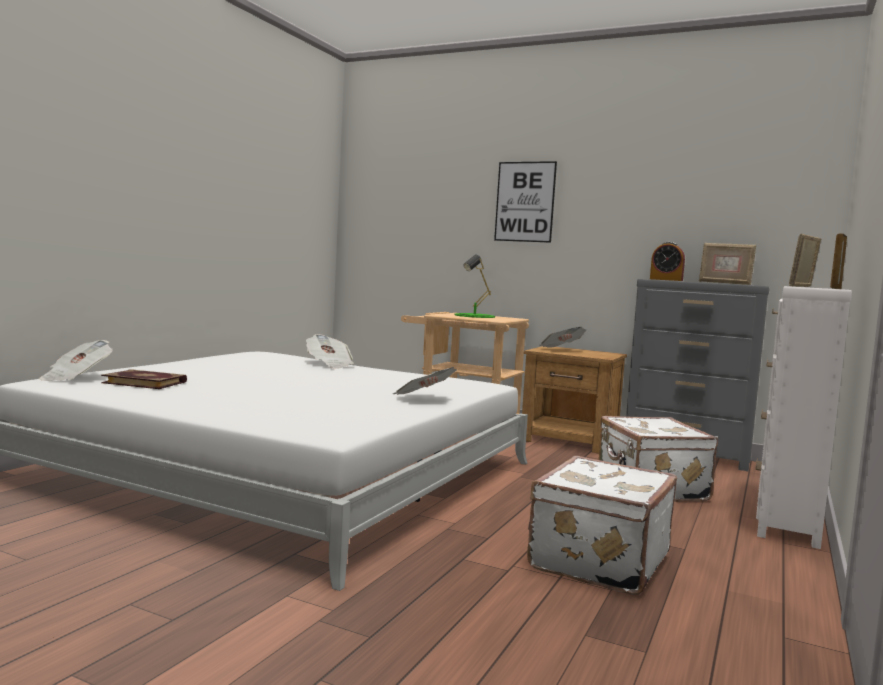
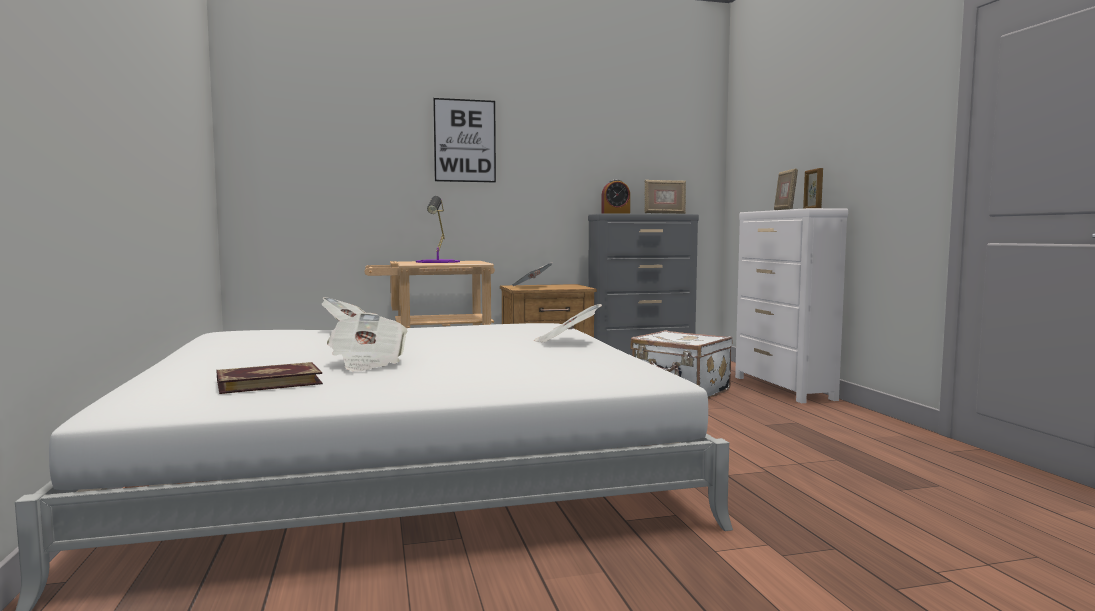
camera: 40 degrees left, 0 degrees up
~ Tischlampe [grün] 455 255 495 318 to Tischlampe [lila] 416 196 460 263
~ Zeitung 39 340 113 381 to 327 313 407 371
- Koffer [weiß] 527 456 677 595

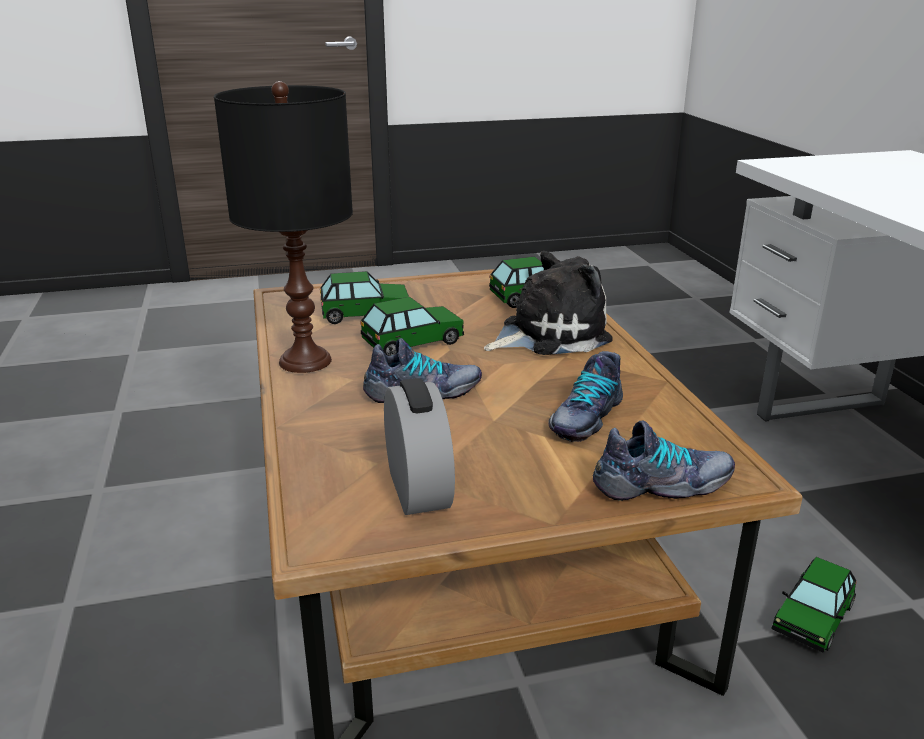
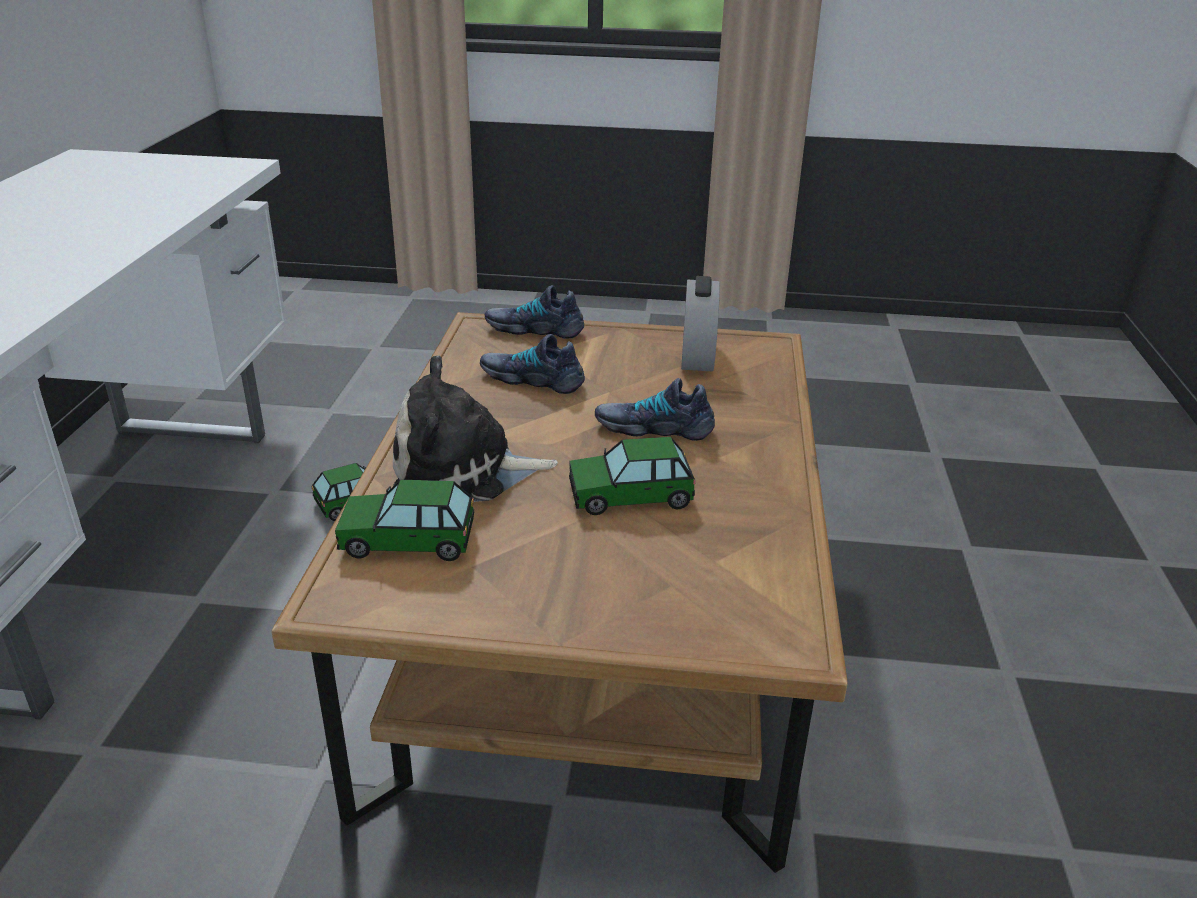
camera: 160 degrees left, 5 degrees up
- Tischlampe [schwarz] 214 81 353 373
- Spielzeugauto 320 271 409 324
~ Schuh 548 351 623 442 = 480 334 585 394 120 degrees counterclockwise

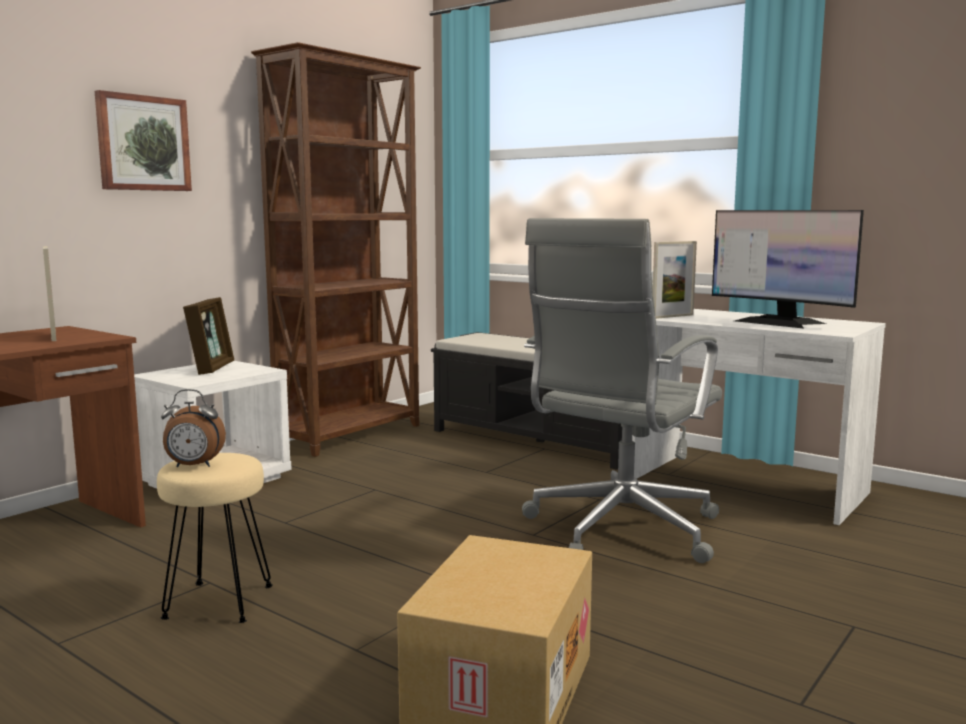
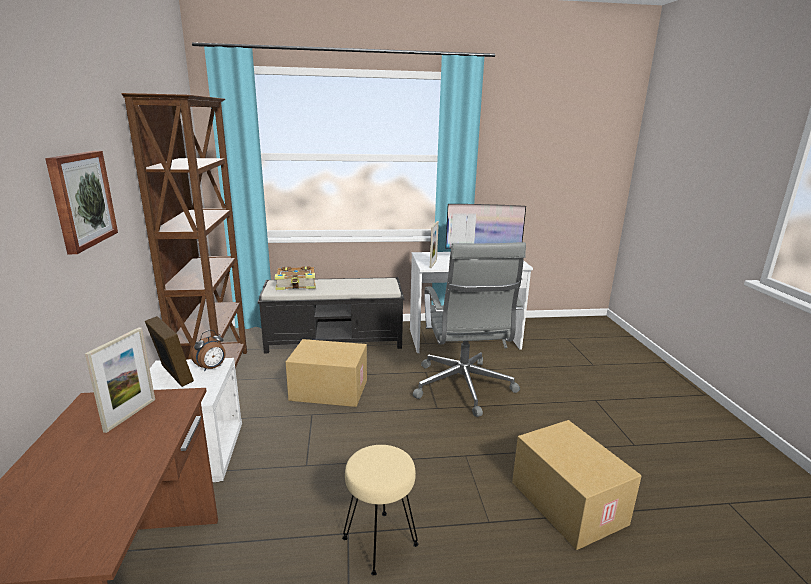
camera: 45 degrees left, 10 degrees up
~ Bilderrahmen 43 246 56 341 = 85 327 155 433 90 degrees counterclockwise
~ Wecker 161 389 226 467 to 191 330 226 372
+ Buch 275 266 316 290
+ Karton 286 339 367 407

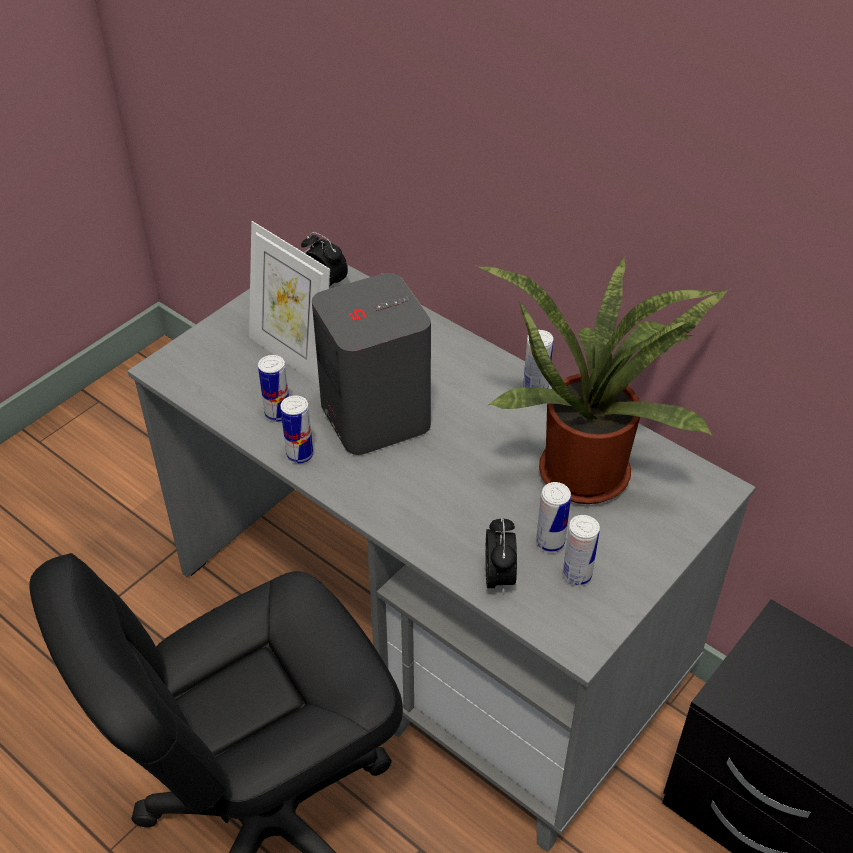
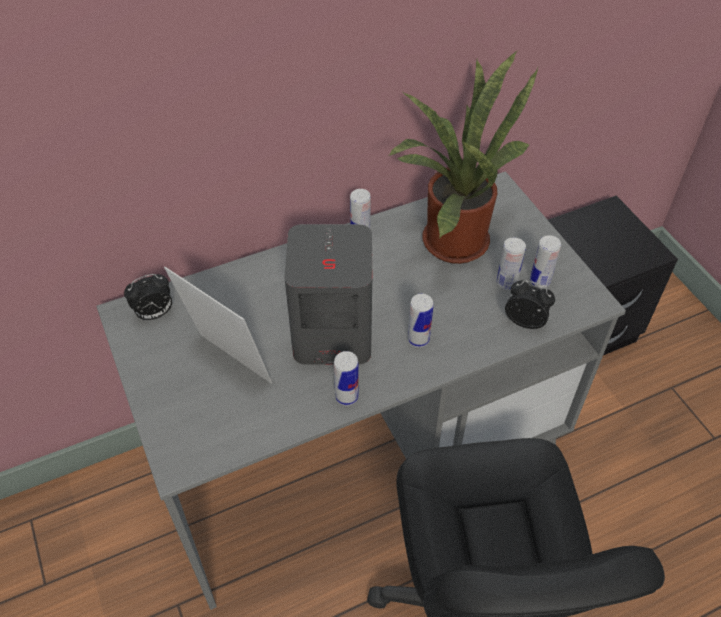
camera: 65 degrees left, 5 degrees up
~ Bilderrahmen 249 221 330 385 = 164 267 272 384 120 degrees counterclockwise
~ Dose 258 355 289 422 to 408 294 434 347

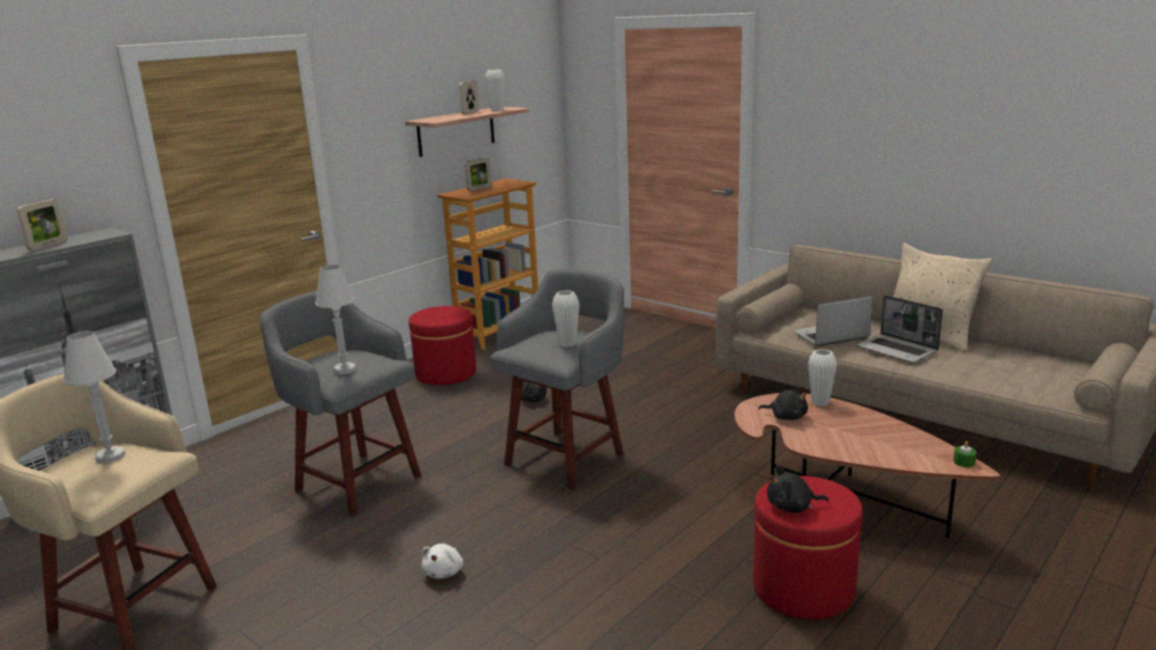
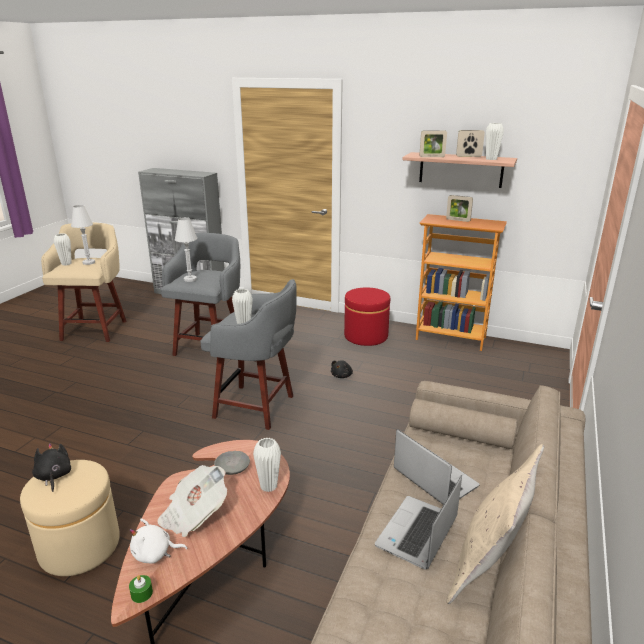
camera: 70 degrees right, 5 degrees up
~ Bilderrahmen 17 199 68 250 to 420 130 447 157
~ Plüschtier [schwarz] 759 387 808 420 to Schüssel [grau] 214 451 250 475
~ Polsterhocker [rot] 753 476 863 620 to Polsterhocker [beige] 20 460 120 576
~ Plüschtier [weiß] 421 543 463 579 to 130 518 188 564
+ Vase [weiß] 54 233 72 266
+ Zeitung 157 465 227 537

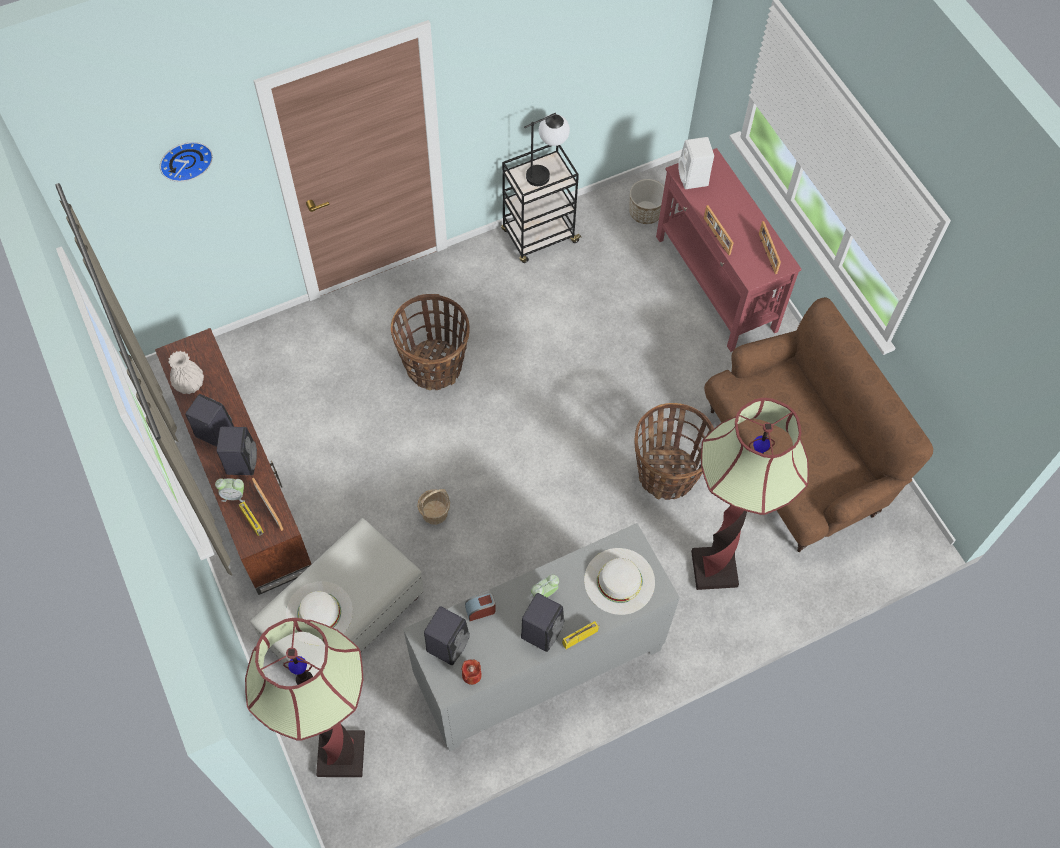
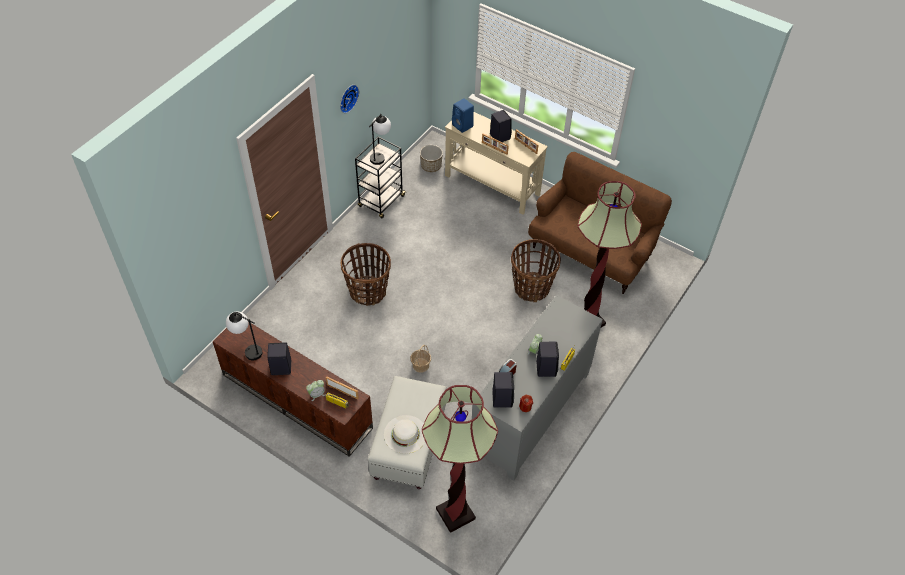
camera: 30 degrees left, 10 degrees down
~ Lautsprecher [weiß] 678 137 714 189 to Lautsprecher [blau] 452 98 474 133
~ Wanduhr 160 142 213 182 to 340 85 359 113
~ Konsolentisch [rot] 656 148 802 352 to Konsolentisch [beige] 445 112 548 215
~ Vase [weiß] 168 351 204 394 to Tischlampe 226 312 263 360
~ Lautsprecher [schwarz] 217 427 257 475 to 490 110 512 142
- Hut [weiß] 584 548 655 615

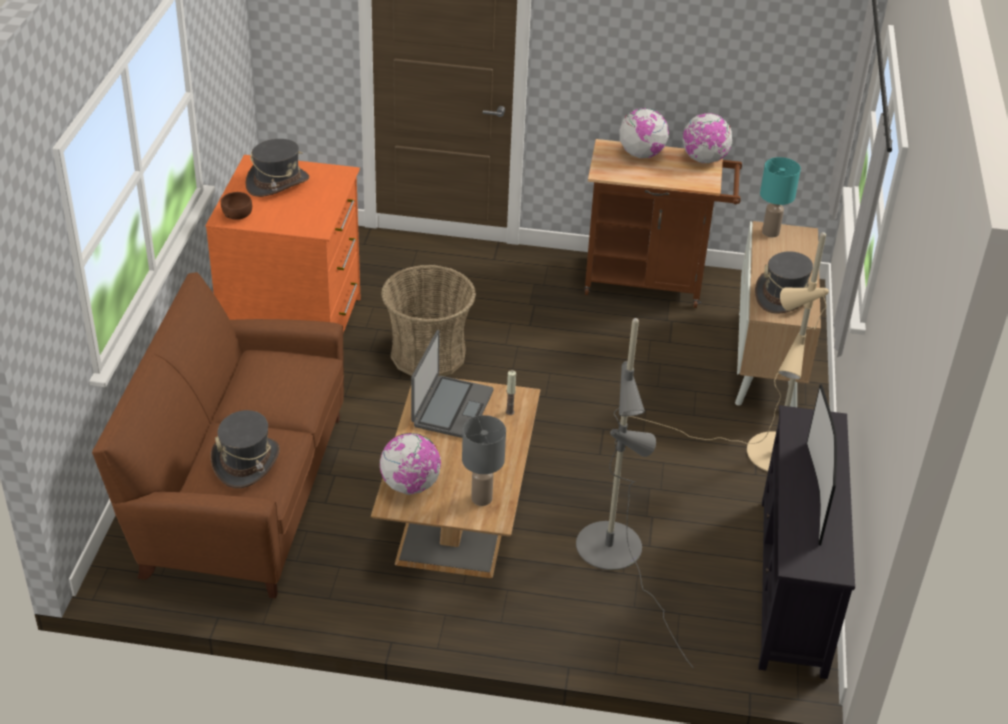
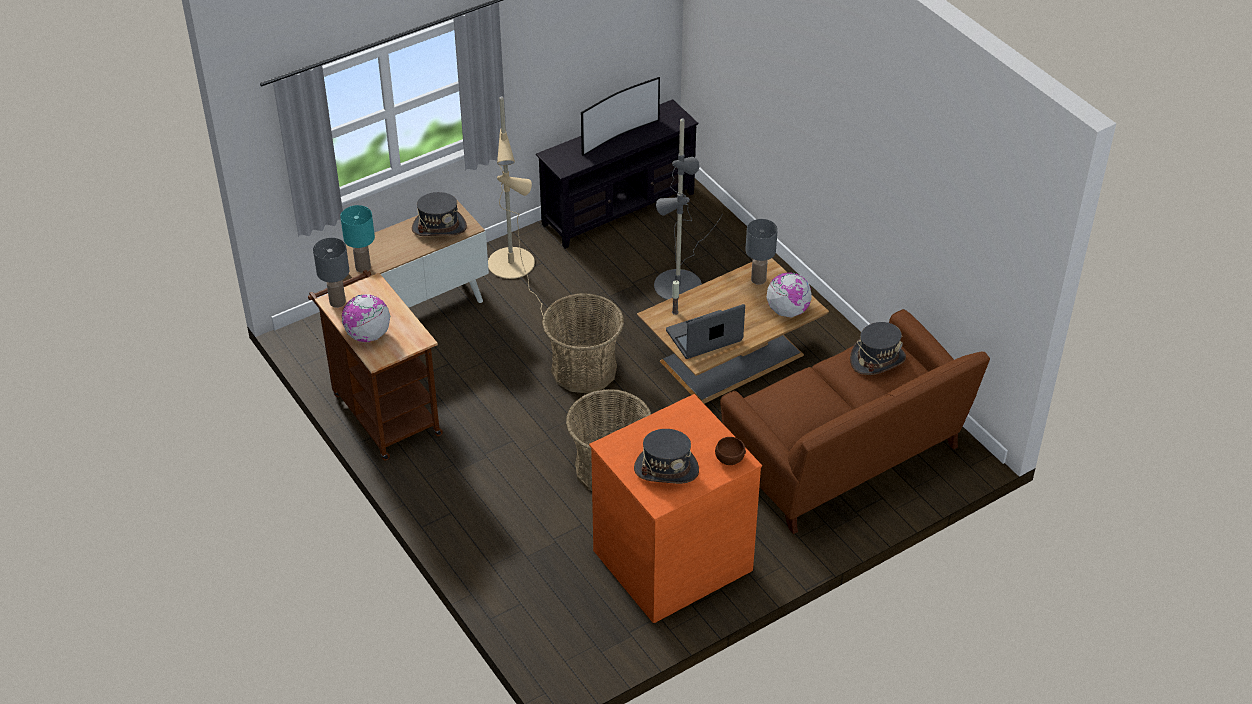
camera: 130 degrees left, 5 degrees up
~ Globus 682 113 732 163 to Tischlampe [grau] 313 238 349 308
+ Korb 542 293 624 393

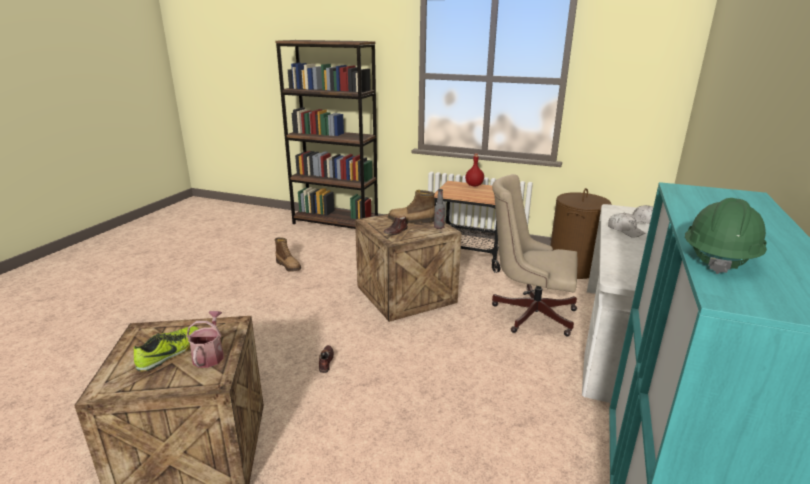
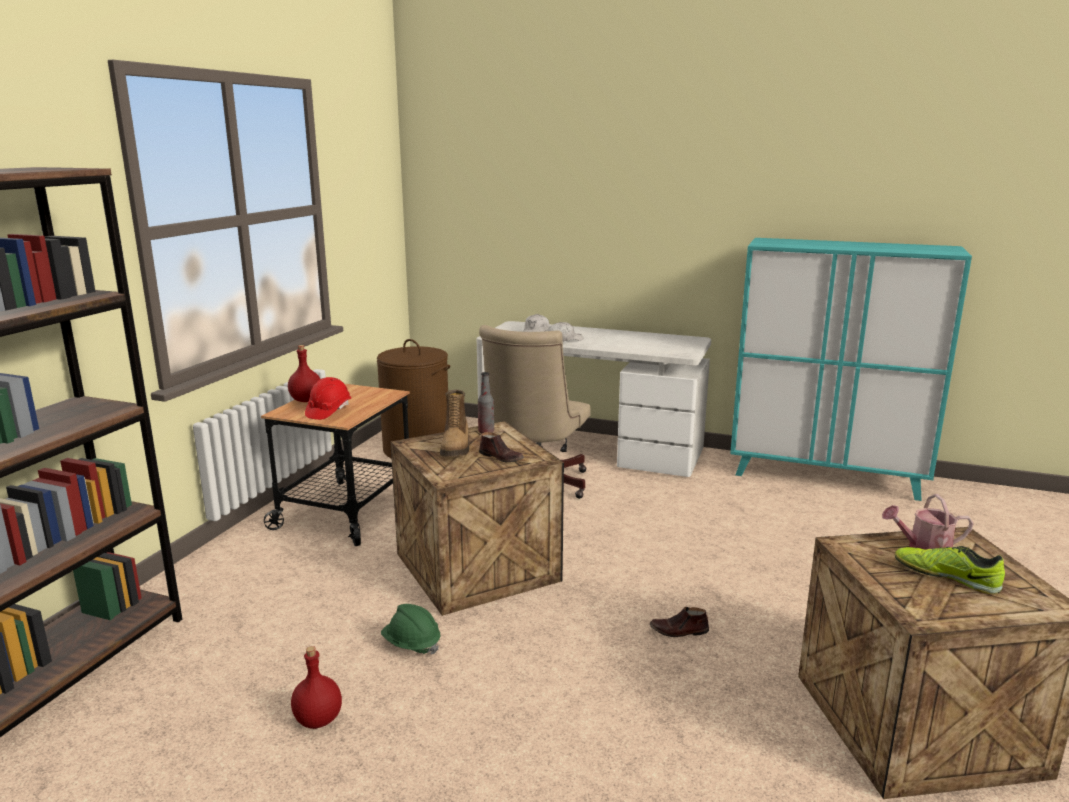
camera: 90 degrees left, 5 degrees down
~ Schutzhelm [grün] 685 198 767 274 to 381 604 440 654
~ Stiefel 275 237 301 272 to Flasche [rot] 291 646 342 729
+ Schutzhelm [rot] 305 377 351 420

